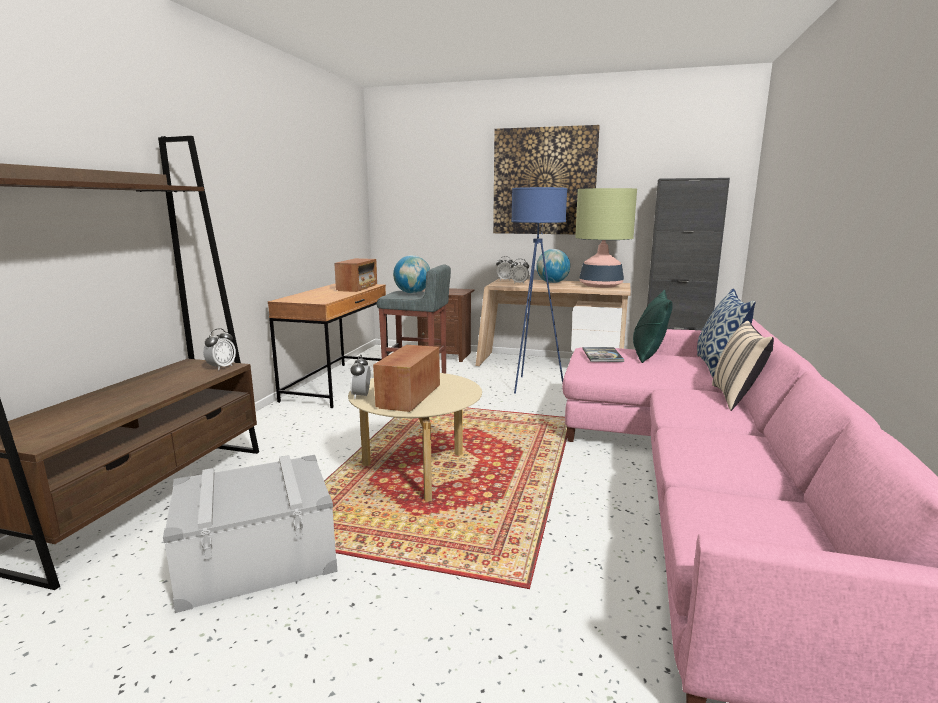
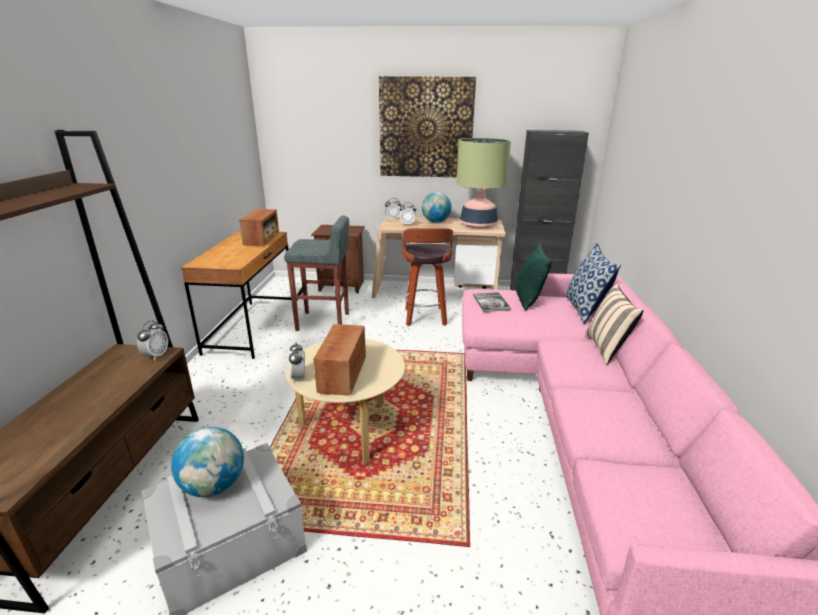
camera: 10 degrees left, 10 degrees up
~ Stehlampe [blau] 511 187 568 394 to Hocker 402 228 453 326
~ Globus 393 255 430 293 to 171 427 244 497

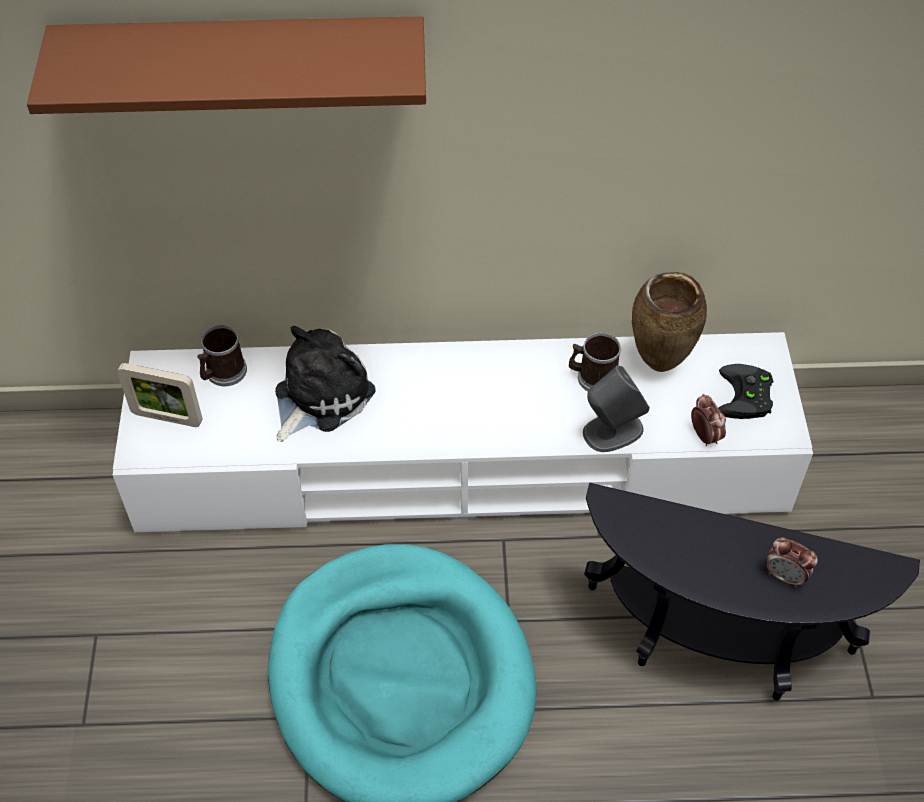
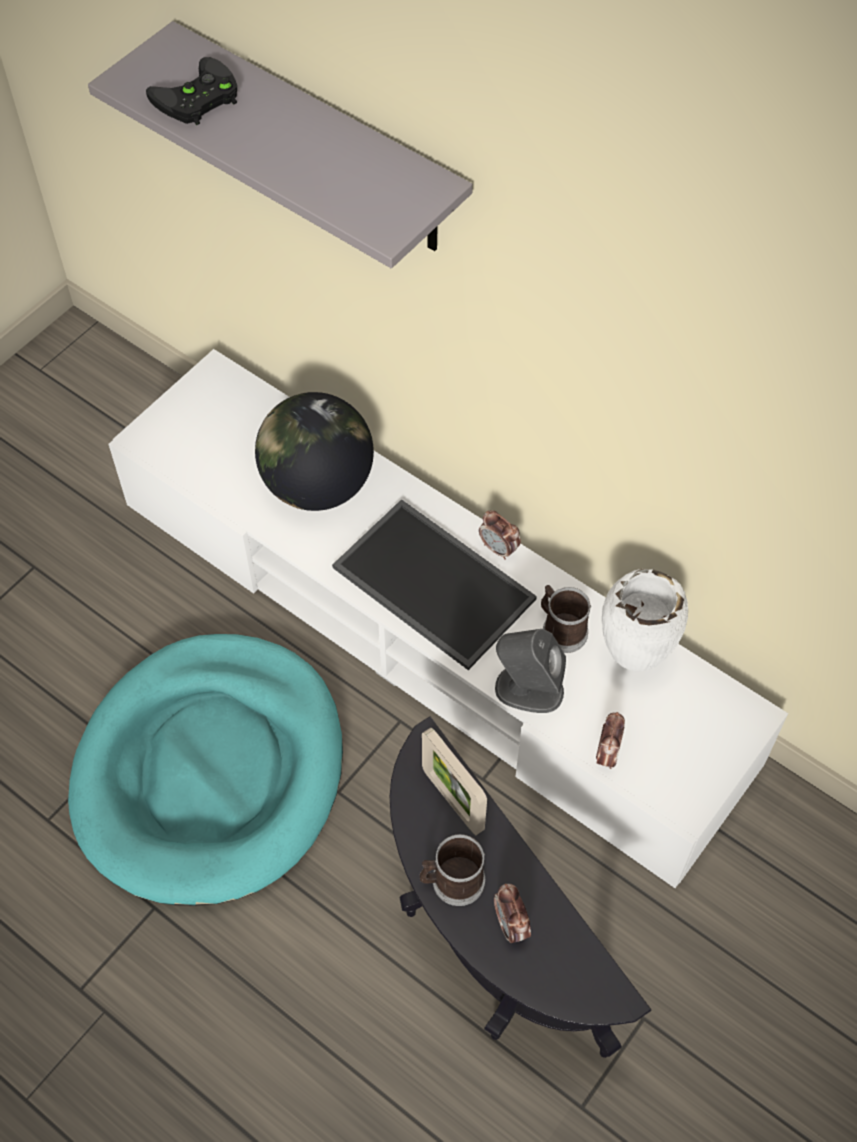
camera: 40 degrees right, 5 degrees up
~ Wandregal [braun] 27 16 426 114 to Wandregal [grau] 88 21 473 268
~ Vase [braun] 632 272 707 372 to Vase [weiß] 602 569 688 672
~ Henkelbecher 197 325 247 386 to 419 834 485 906
~ Plüschtier 275 326 376 442 to Globus 255 392 374 511
~ Bilderrahmen 117 363 202 427 to 422 728 487 835
~ Gamepad [schwarz] 718 364 774 419 to 146 57 237 125
+ Tablett 332 499 537 670
+ Wecker 479 510 521 560

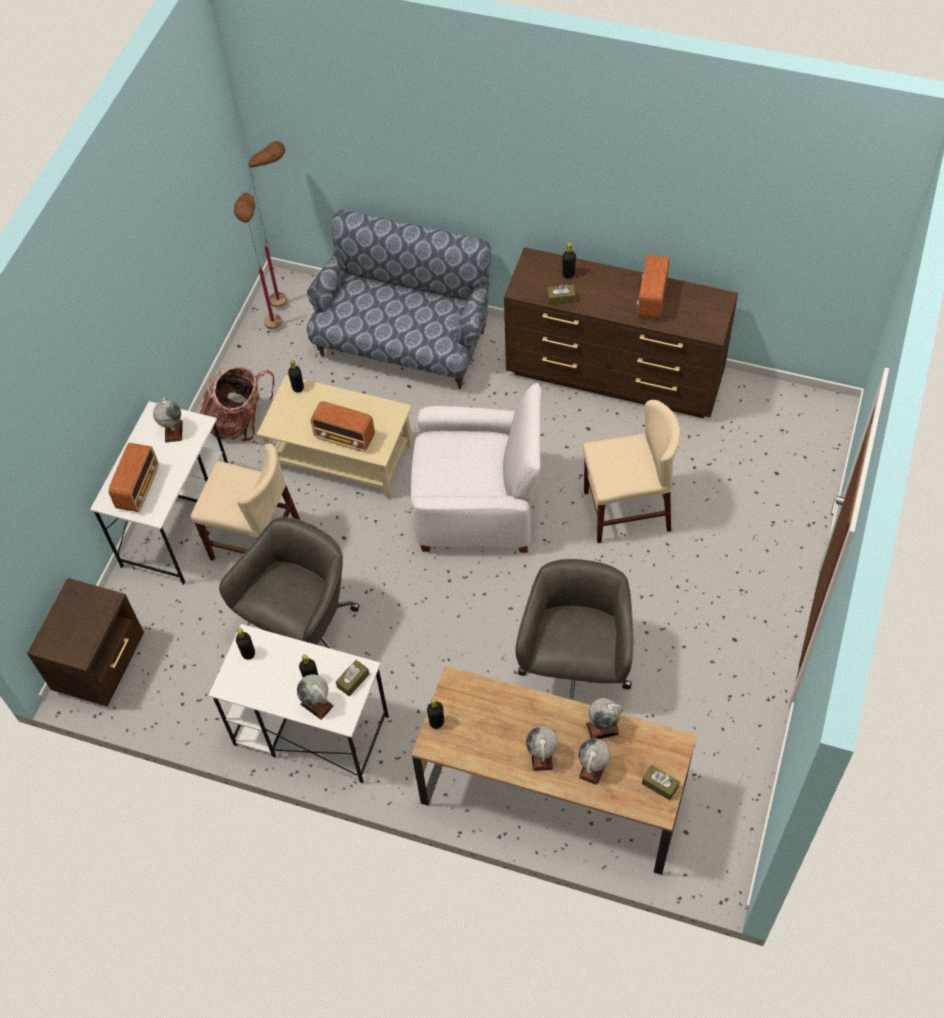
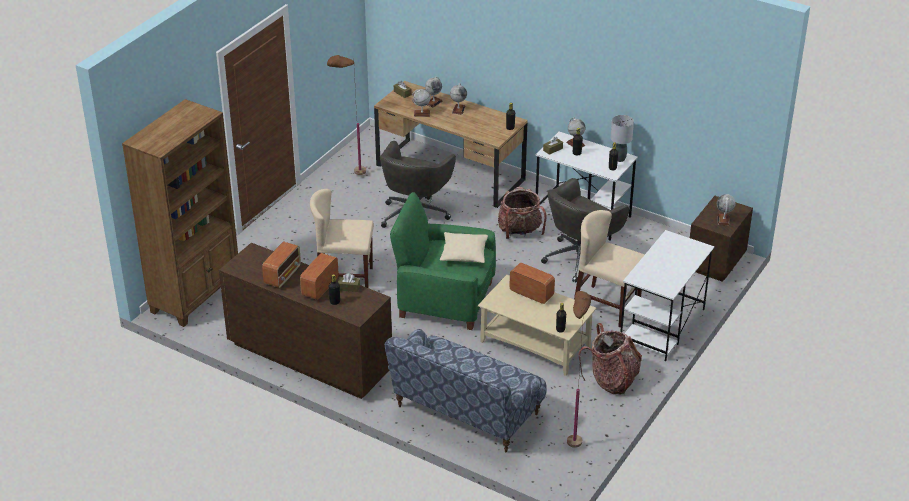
camera: 170 degrees left, 20 degrees down
~ Stehlampe [braun] 248 141 287 307 to 327 55 366 175
~ Sessel [weiß] 411 383 541 553 to Sessel [grün] 390 192 496 330
~ Globus 153 397 182 443 to 717 194 736 226
~ Radio 108 443 159 512 to 300 253 339 300
+ Bücherregal [braun] 122 99 238 327
+ Tischlampe [grau] 611 115 634 162
+ Rucksack 498 186 547 239
+ Kissen [beige] 440 232 488 263

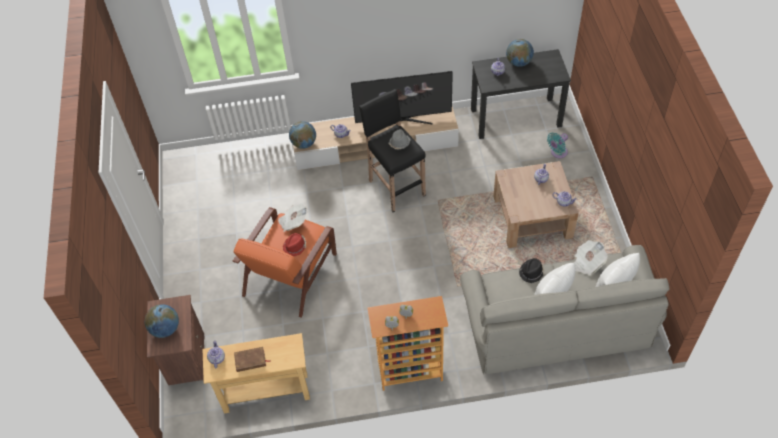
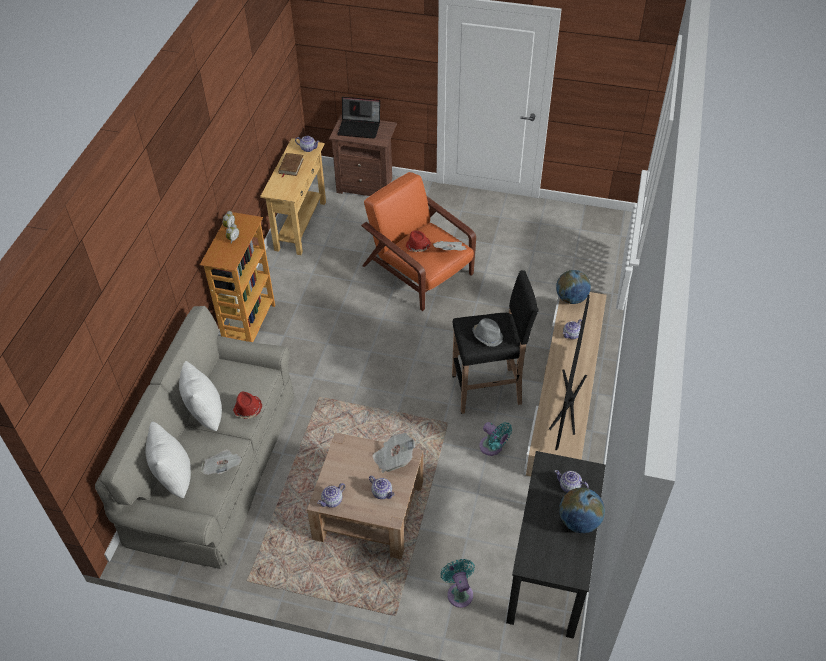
camera: 110 degrees right, 5 degrees down
~ Hut [schwarz] 519 258 545 283 to Hut [rot] 233 391 262 419
~ Globus 145 304 179 338 to Laptop 338 97 380 139
+ Ventilator [türkis] 479 422 512 456
+ Zeitung 372 433 416 473

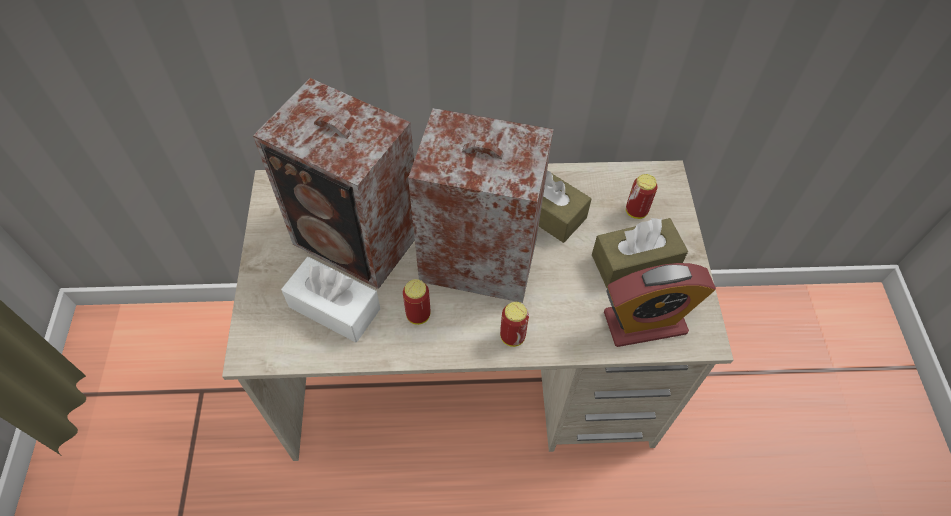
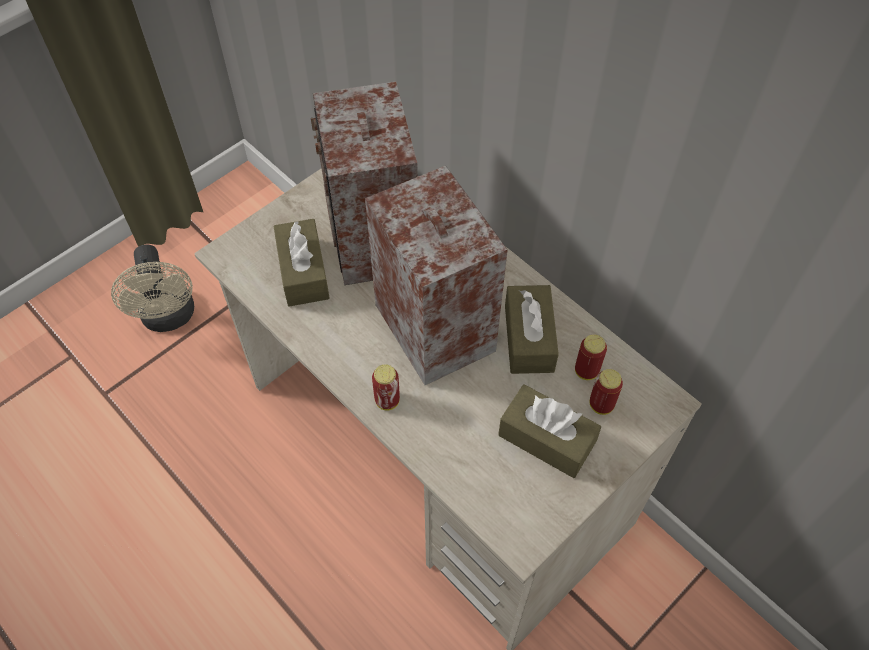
camera: 50 degrees right, 0 degrees up
~ Taschentuchbox [weiß] 281 257 380 342 to Taschentuchbox [braun] 273 219 330 306
- Wecker 604 263 716 347
~ Dose 403 279 431 325 to 575 334 607 380
+ Ventilator [beige] 111 244 194 332

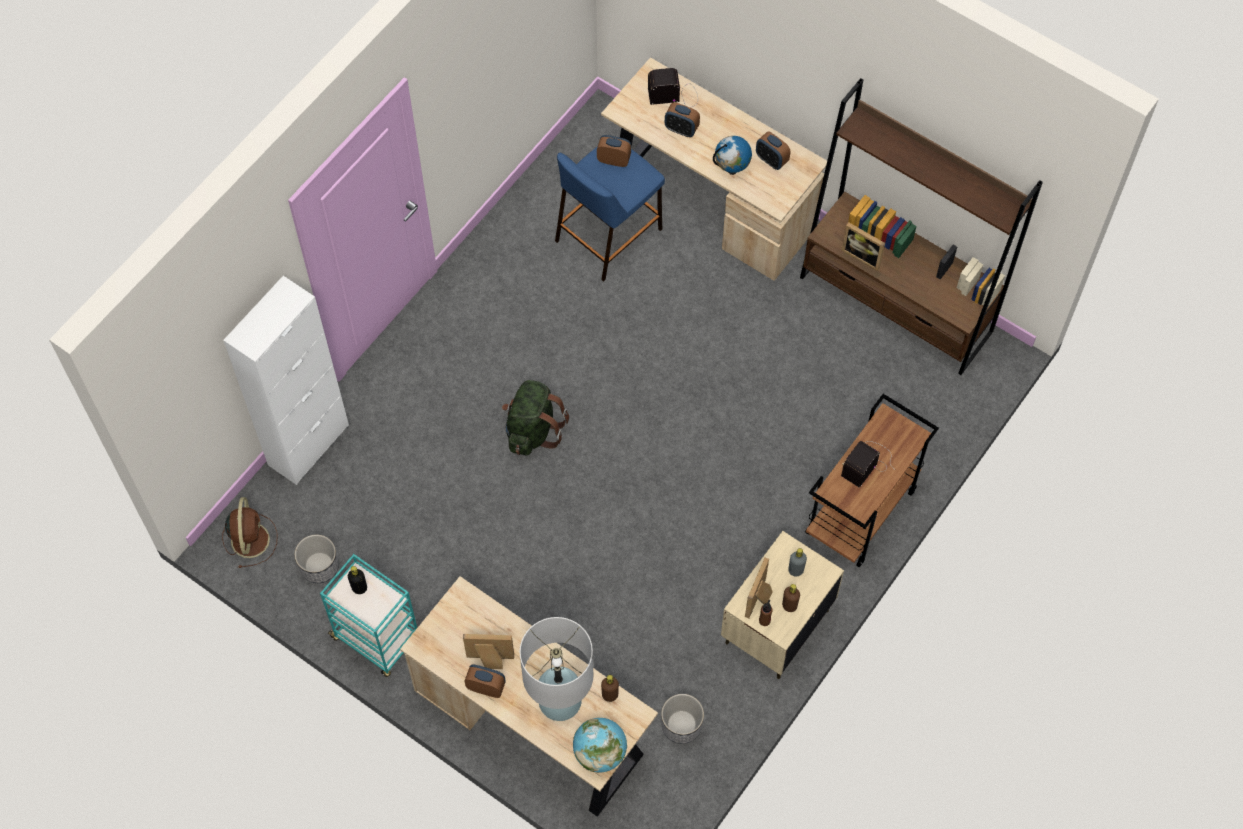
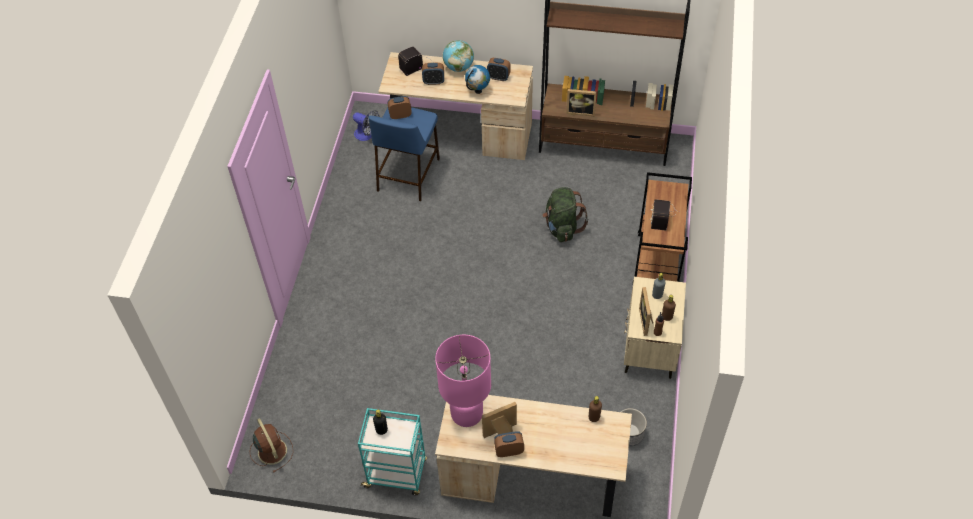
camera: 25 degrees left, 10 degrees down
- Schrank [weiß] 223 276 349 485
~ Rucksack [grün] 502 380 569 455 to 542 187 588 242
- Pflanzkübel 294 534 339 583
- Tischlampe [weiß] 520 617 594 721
~ Globus 573 718 627 773 to 443 40 474 72
+ Ventilator 353 110 379 141
+ Tischlampe [rosa] 435 335 491 427

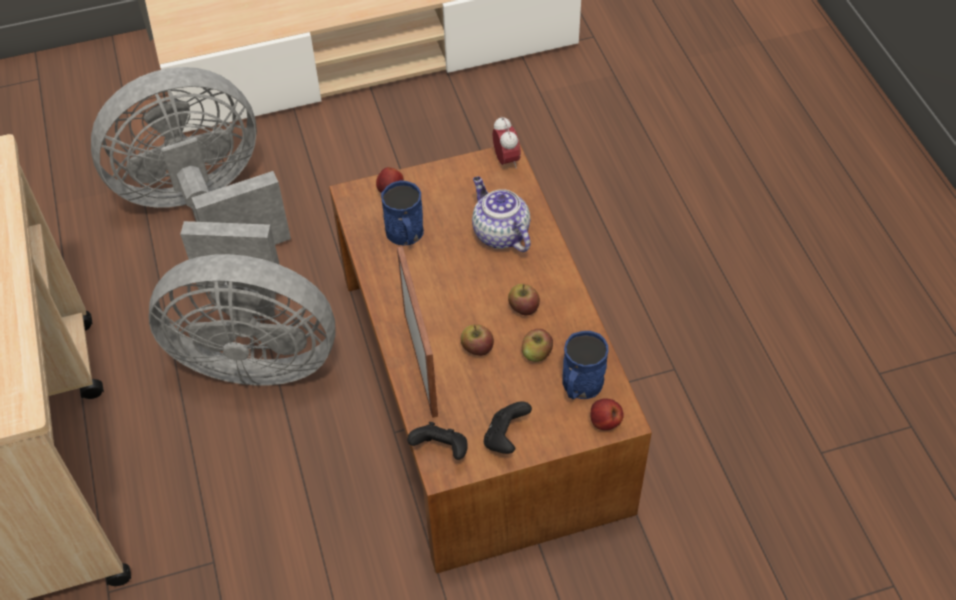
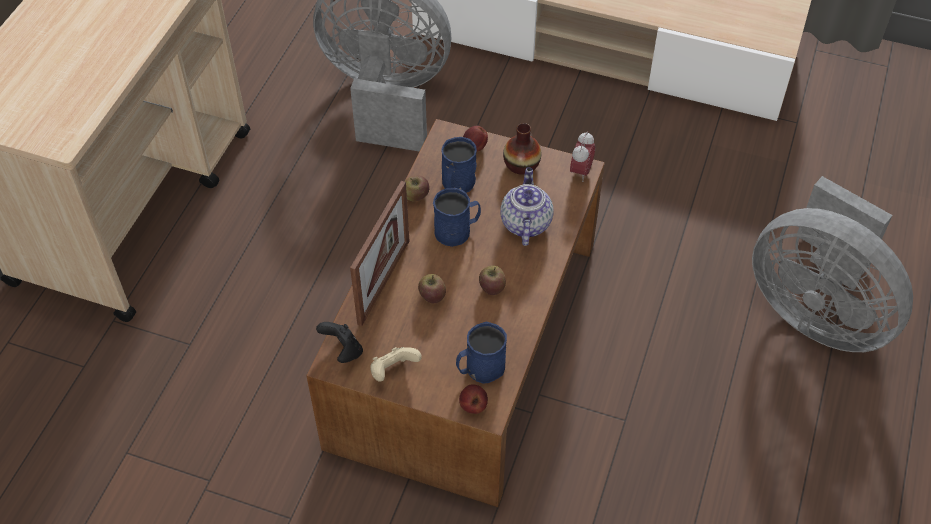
camera: 35 degrees right, 0 degrees up
~ Ventilator [grau] 149 221 335 385 to 752 176 913 352
~ Apfel 522 329 553 362 to 404 175 429 202
~ Gamepad [schwarz] 484 401 532 454 to Gamepad [beige] 370 347 422 381
+ Vase 503 123 541 175
+ Henkelbecher [blau] 433 188 481 247

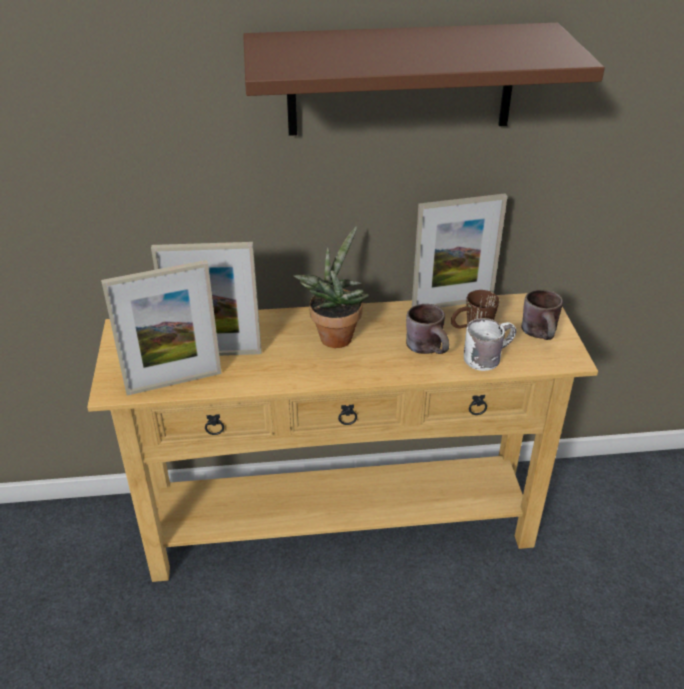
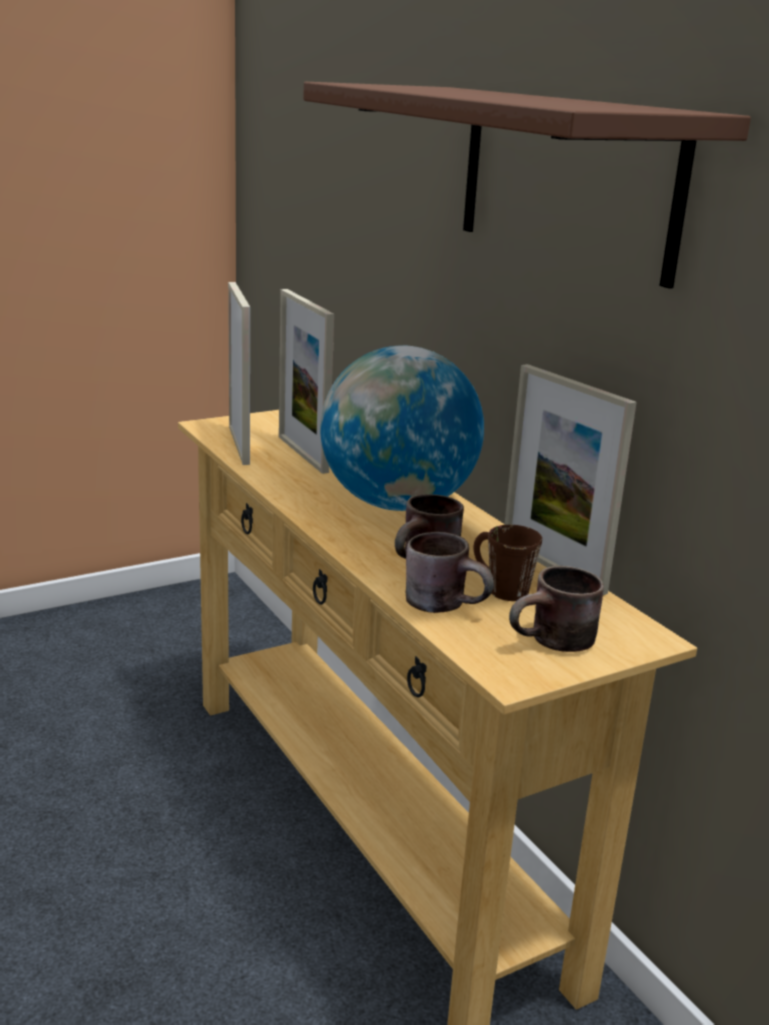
camera: 65 degrees right, 15 degrees down
~ Topfpflanze 294 226 369 348 to Globus 320 345 484 511
~ Bilderrahmen 101 260 222 395 = 228 282 250 465 150 degrees counterclockwise
~ Henkelbecher [weiß] 464 318 516 371 to Henkelbecher [braun] 406 532 494 613

